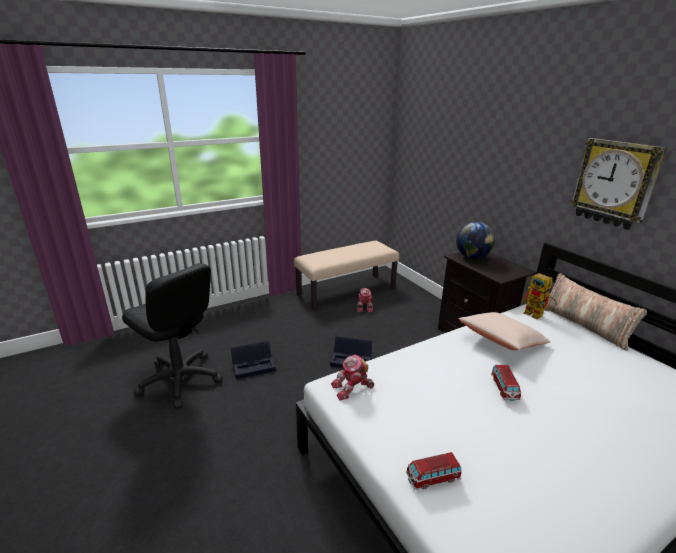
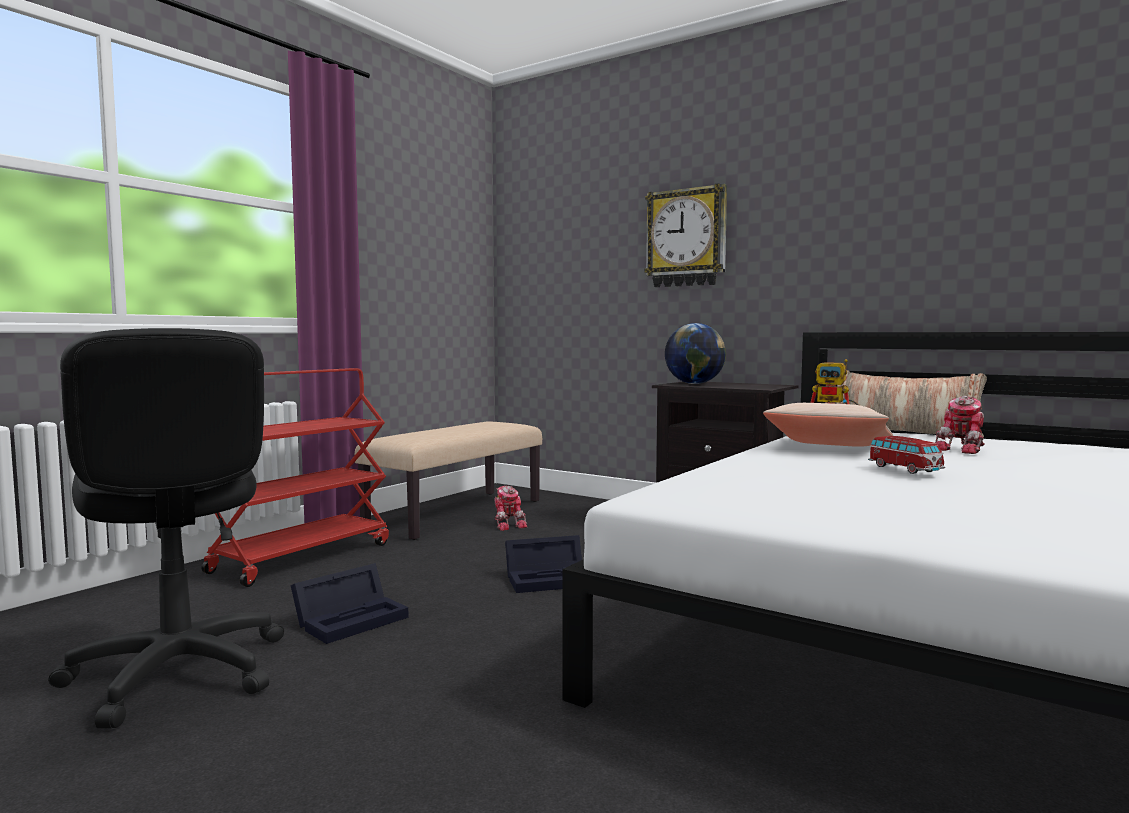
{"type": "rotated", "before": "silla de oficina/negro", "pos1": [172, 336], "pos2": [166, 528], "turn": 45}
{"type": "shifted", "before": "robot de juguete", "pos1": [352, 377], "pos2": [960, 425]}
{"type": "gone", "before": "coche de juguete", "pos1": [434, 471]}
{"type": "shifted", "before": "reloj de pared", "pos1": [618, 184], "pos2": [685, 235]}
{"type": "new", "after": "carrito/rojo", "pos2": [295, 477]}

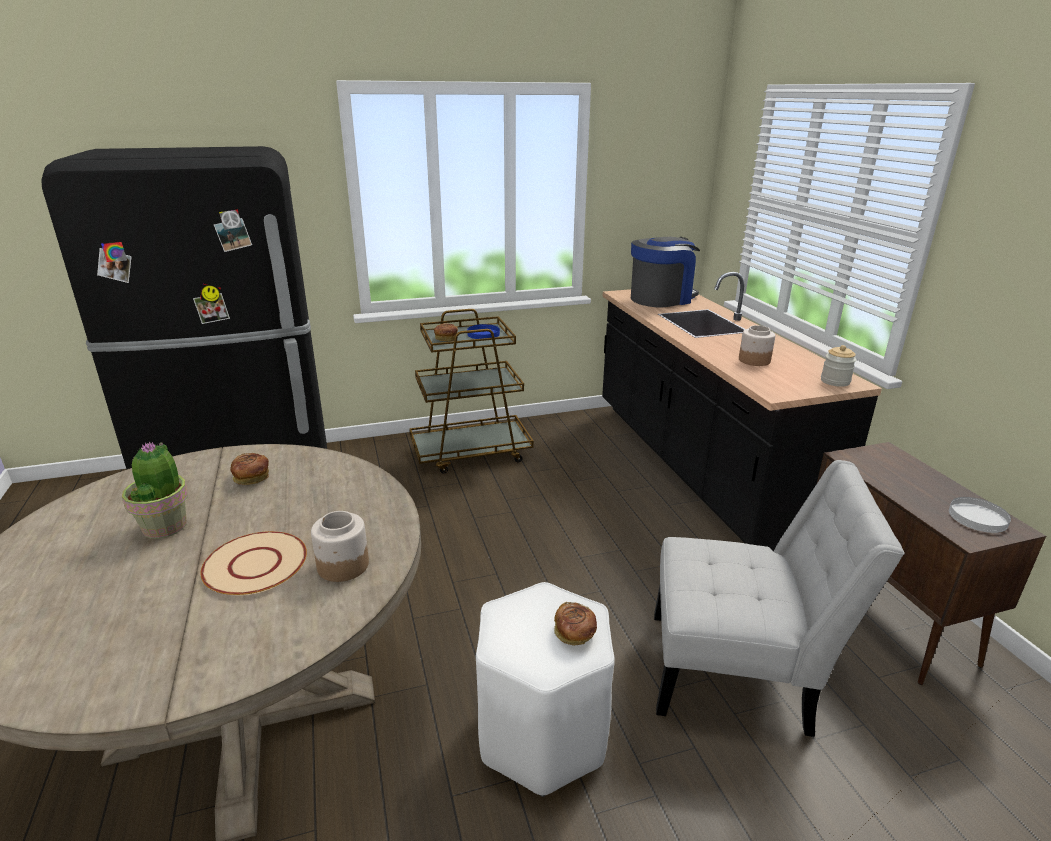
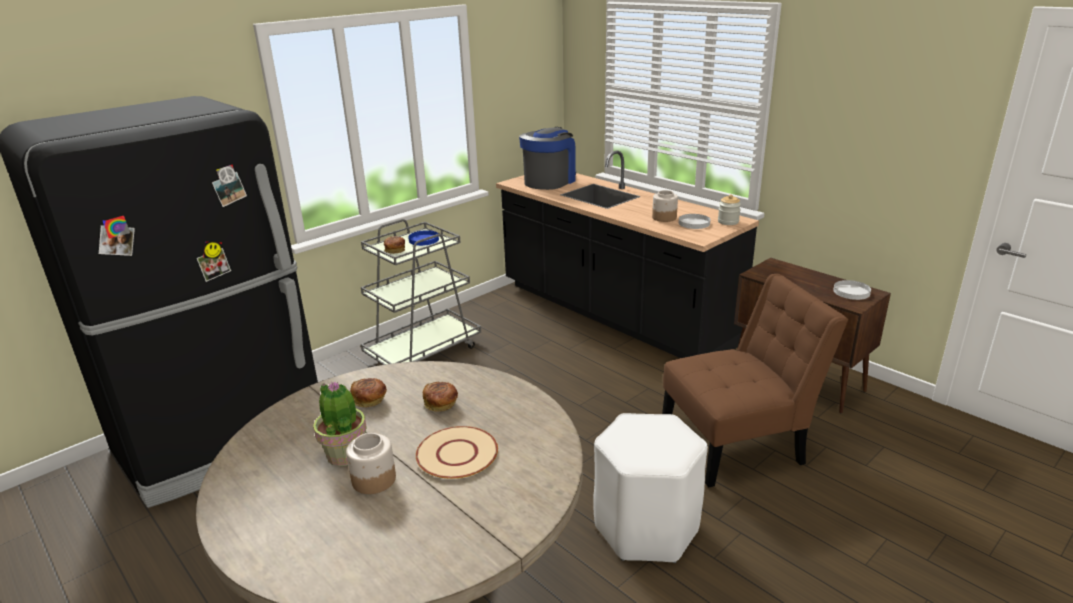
{"type": "shifted", "before": "tarro", "pos1": [340, 546], "pos2": [371, 463]}
{"type": "repainted", "before": "carrito/marrón", "after": "carrito/gris", "pos1": [471, 391], "pos2": [421, 292]}
{"type": "shifted", "before": "pan", "pos1": [575, 624], "pos2": [440, 397]}
{"type": "repainted", "before": "silla/blanco", "after": "silla/marrón", "pos1": [779, 598], "pos2": [755, 381]}
{"type": "new", "after": "plato/blanco", "pos2": [694, 221]}

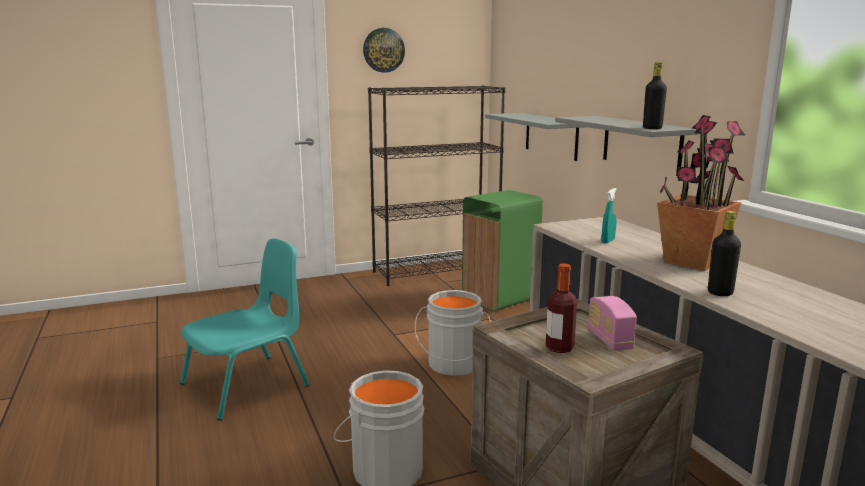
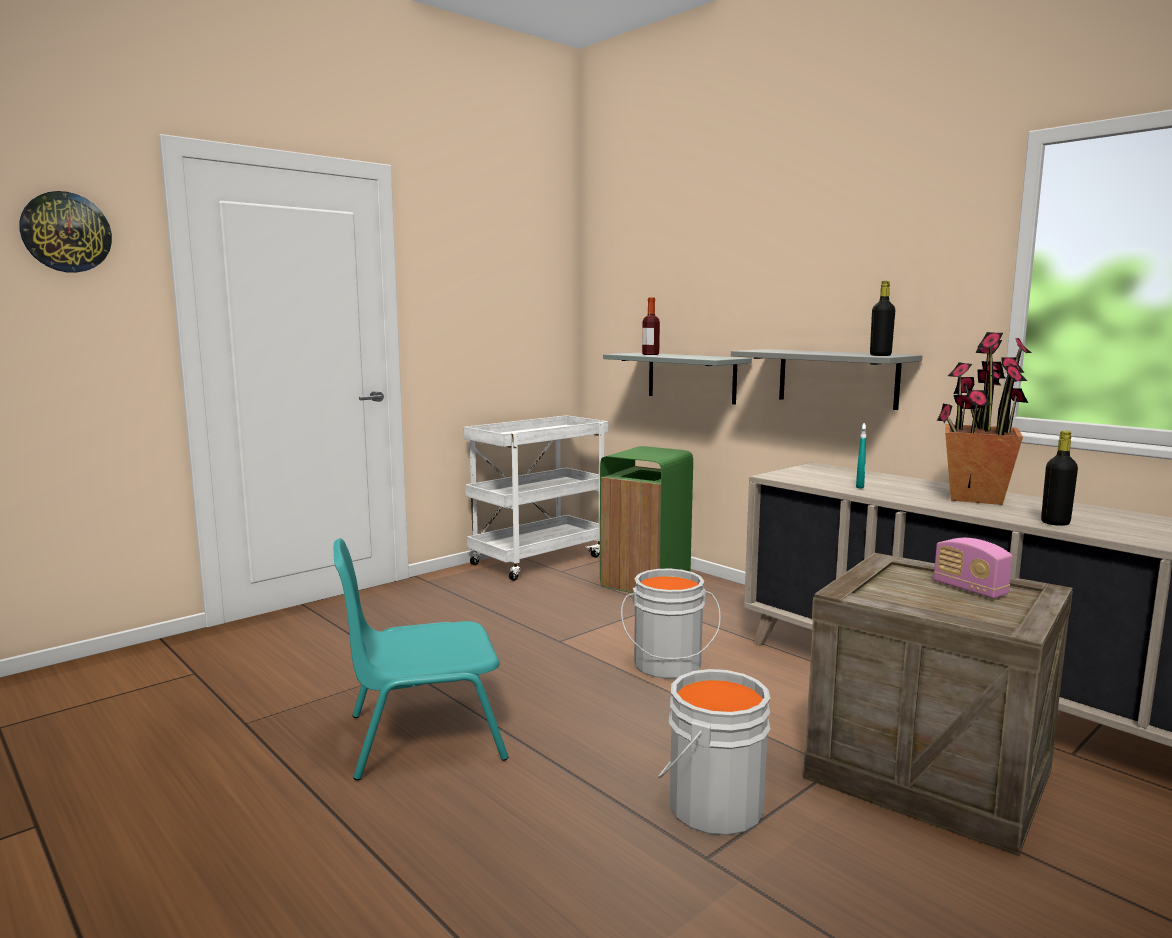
{"type": "rotated", "before": "silla/turquesa", "pos1": [245, 329], "pos2": [421, 659], "turn": -135}
{"type": "shifted", "before": "reloj de pared", "pos1": [384, 50], "pos2": [65, 232]}
{"type": "swapped", "before": "estantería/negro", "after": "carrito/blanco", "pos1": [436, 185], "pos2": [536, 498]}
{"type": "shifted", "before": "botella", "pos1": [561, 308], "pos2": [651, 326]}

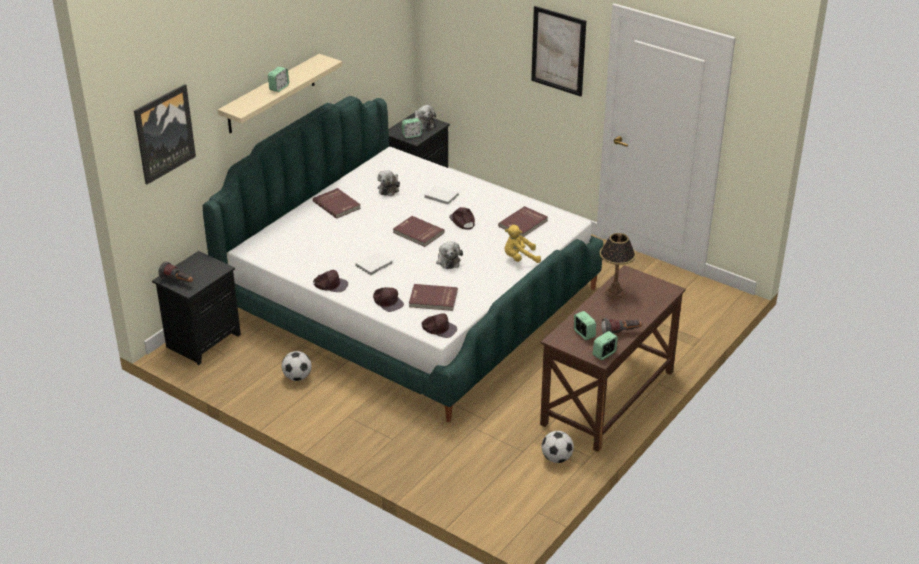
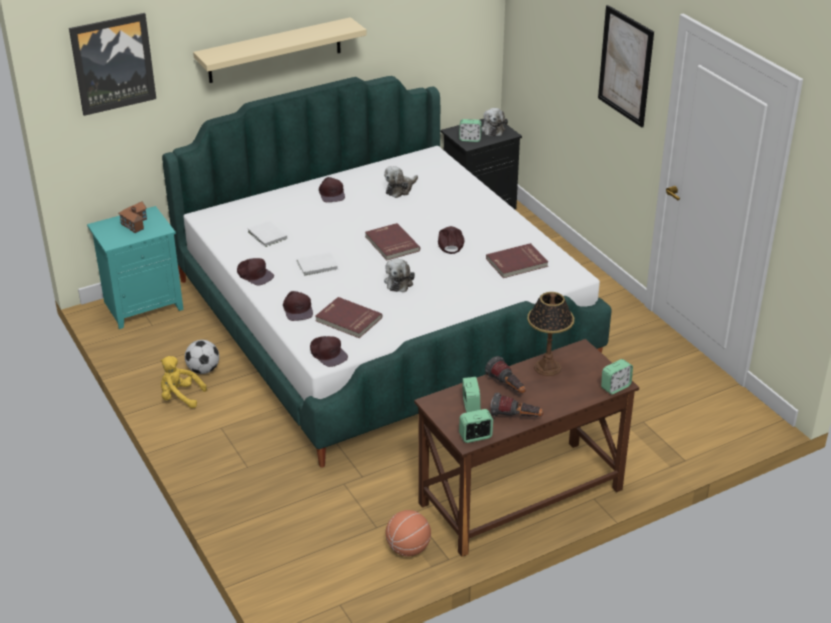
{"type": "repainted", "before": "mesita de noche/negro", "after": "mesita de noche/turquesa", "pos1": [196, 308], "pos2": [135, 267]}
{"type": "shifted", "before": "linterna", "pos1": [175, 271], "pos2": [505, 374]}
{"type": "shifted", "before": "despertador", "pos1": [278, 79], "pos2": [617, 377]}
{"type": "swapped", "before": "libro/rojo", "after": "gorra/marrón", "pos1": [337, 203], "pos2": [332, 189]}
{"type": "shifted", "before": "libro/blanco", "pos1": [441, 195], "pos2": [267, 234]}
{"type": "shifted", "before": "peluche/amarillo", "pos1": [523, 244], "pos2": [183, 382]}
{"type": "swapped", "before": "balón de fútbol", "after": "balón de baloncesto", "pos1": [557, 447], "pos2": [408, 533]}
{"type": "new", "after": "casita", "pos2": [132, 217]}

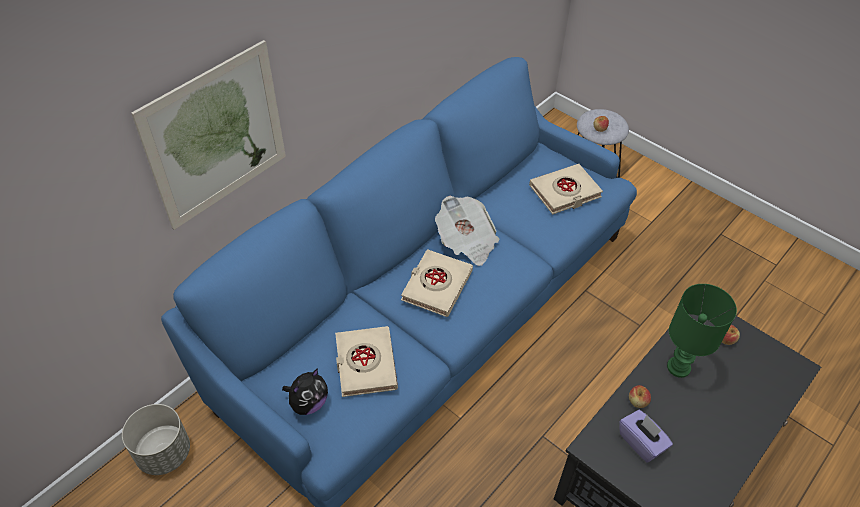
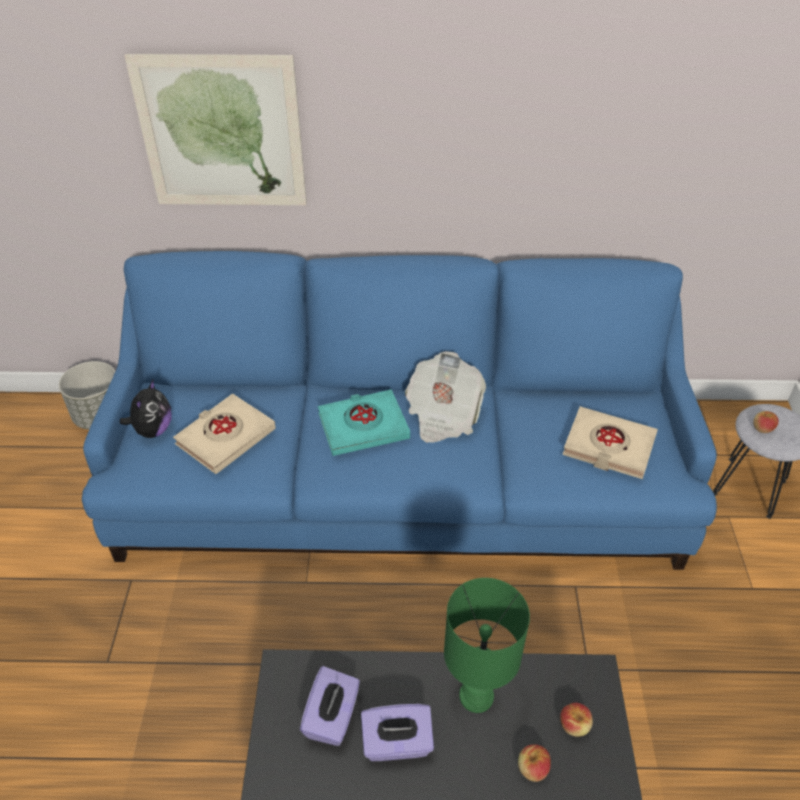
{"type": "rotated", "before": "peluche", "pos1": [305, 391], "pos2": [146, 409], "turn": -75}
{"type": "repainted", "before": "libro/beis", "after": "libro/turquesa", "pos1": [437, 283], "pos2": [364, 422]}
{"type": "shifted", "before": "manzana", "pos1": [640, 396], "pos2": [534, 763]}
{"type": "new", "after": "caja de pañuelos/morado", "pos2": [397, 732]}

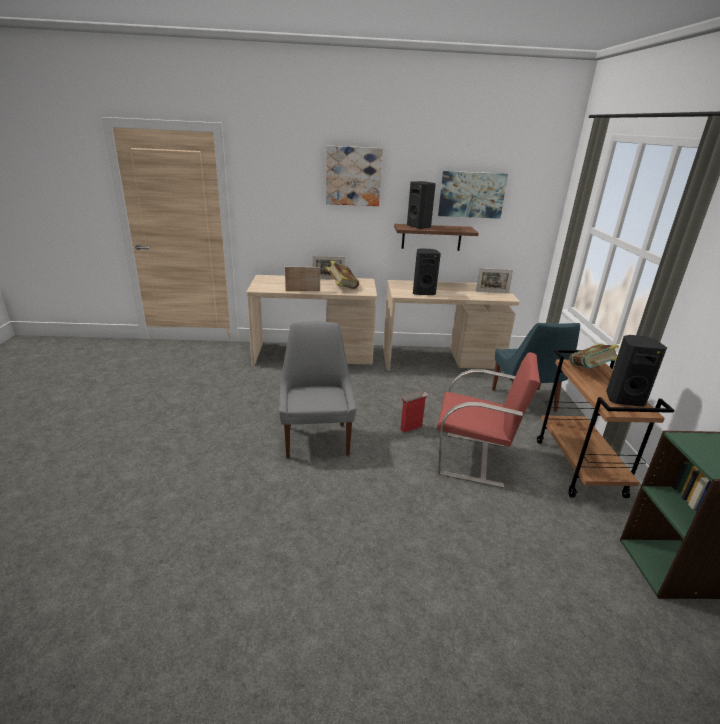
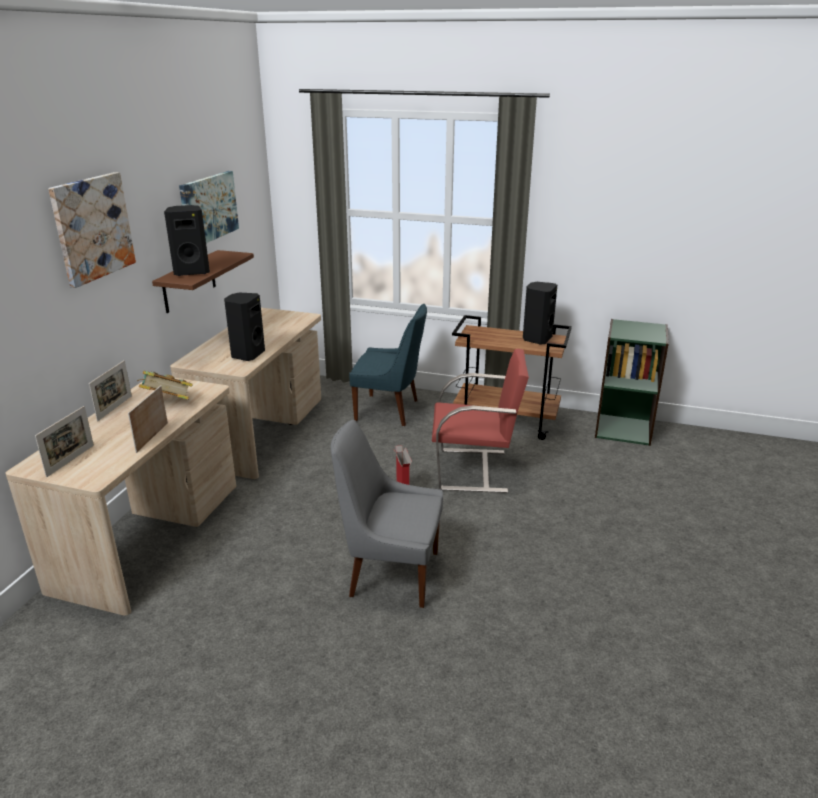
{"type": "rotated", "before": "silla/rojo", "pos1": [488, 420], "pos2": [480, 421], "turn": 60}
{"type": "shifted", "before": "portarretratos", "pos1": [494, 280], "pos2": [64, 441]}
{"type": "gone", "before": "libro", "pos1": [594, 355]}

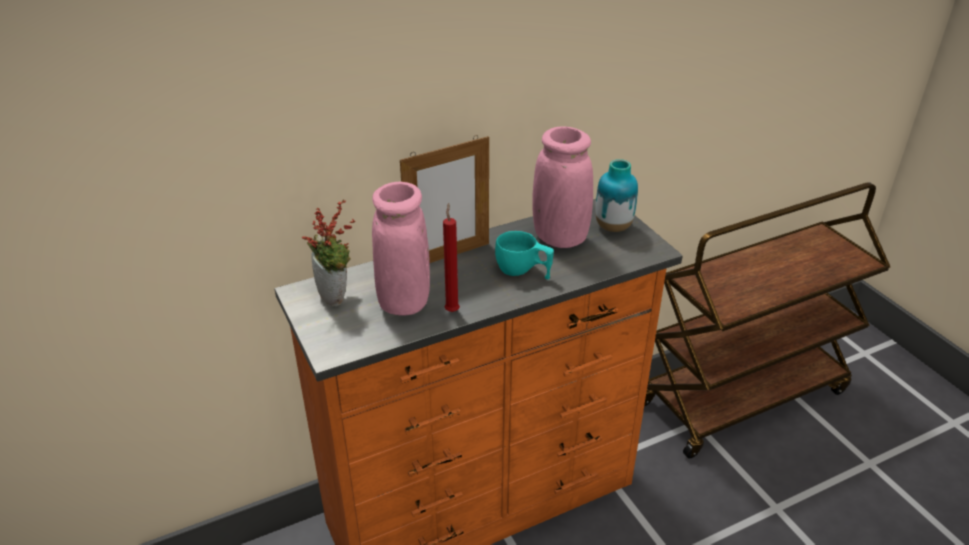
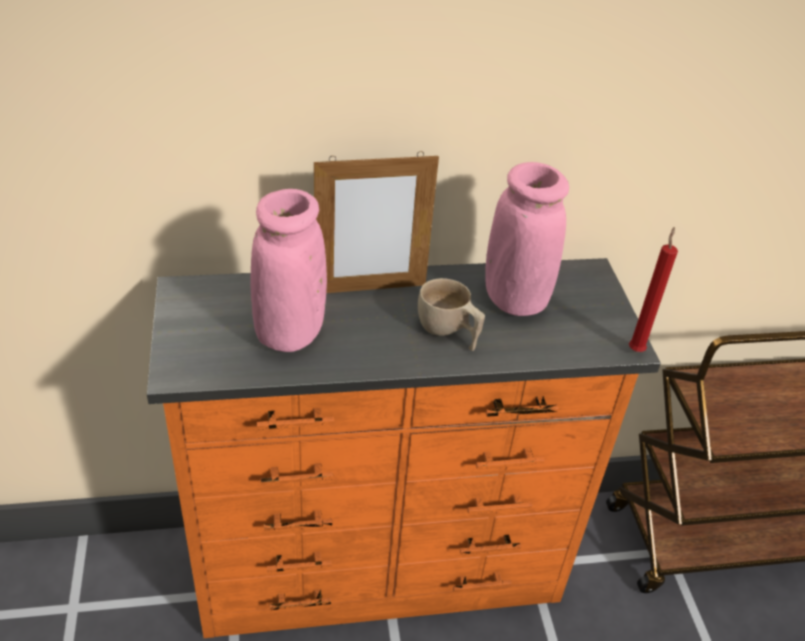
{"type": "gone", "before": "planta en maceta", "pos1": [329, 252]}
{"type": "shifted", "before": "vela/rojo", "pos1": [451, 257], "pos2": [653, 289]}
{"type": "repainted", "before": "taza/turquesa", "after": "taza/beis", "pos1": [524, 255], "pos2": [451, 314]}
{"type": "gone", "before": "florero", "pos1": [616, 195]}

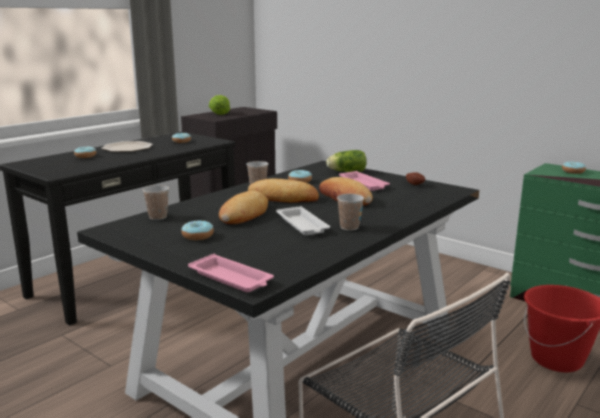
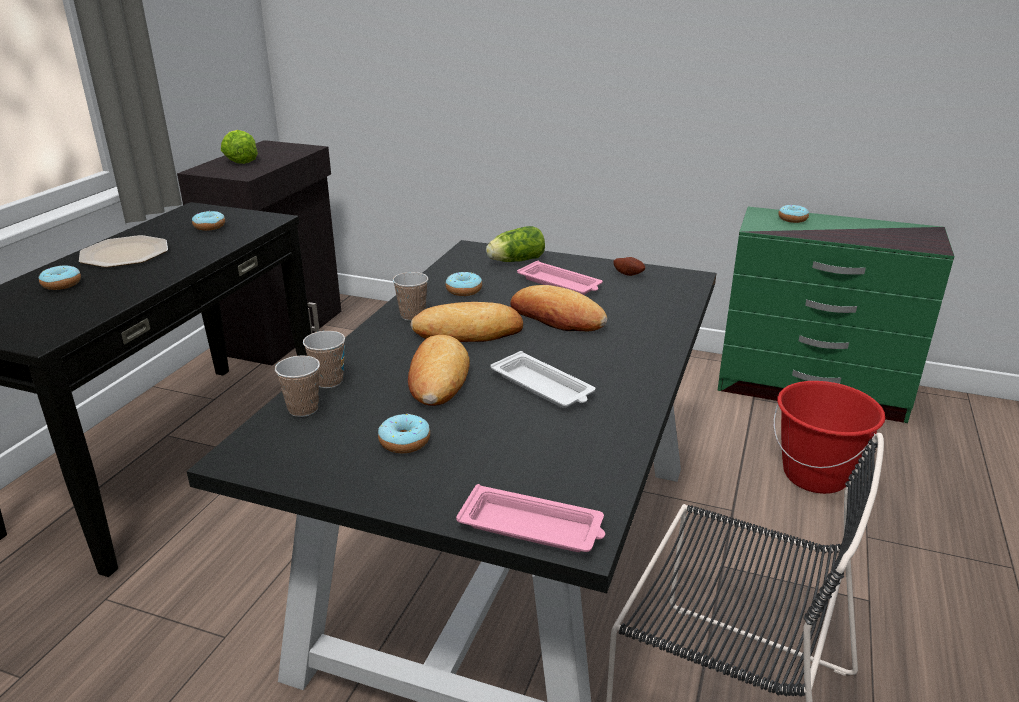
{"type": "shifted", "before": "taza", "pos1": [350, 212], "pos2": [324, 359]}

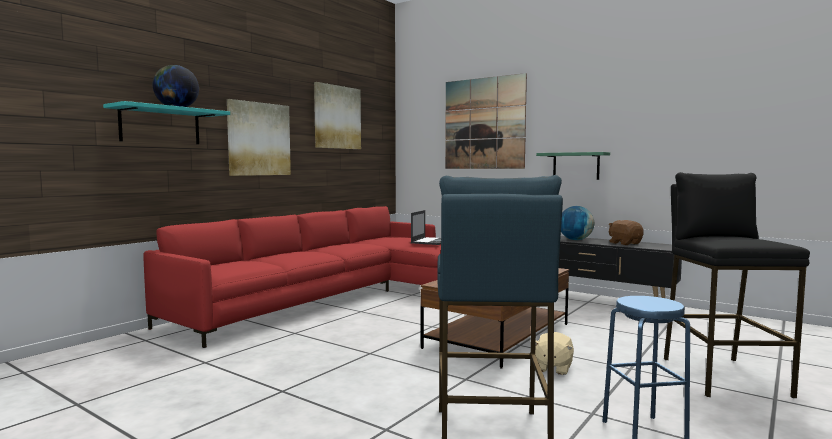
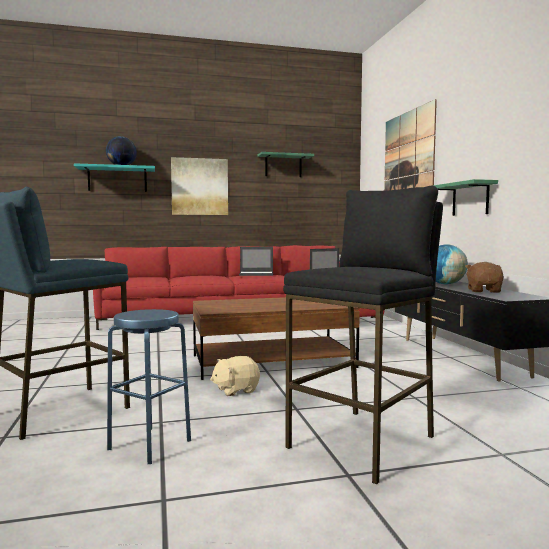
{"type": "swapped", "before": "cuadro", "after": "estante/verde", "pos1": [337, 115], "pos2": [286, 164]}
{"type": "new", "after": "portátil", "pos2": [256, 261]}

